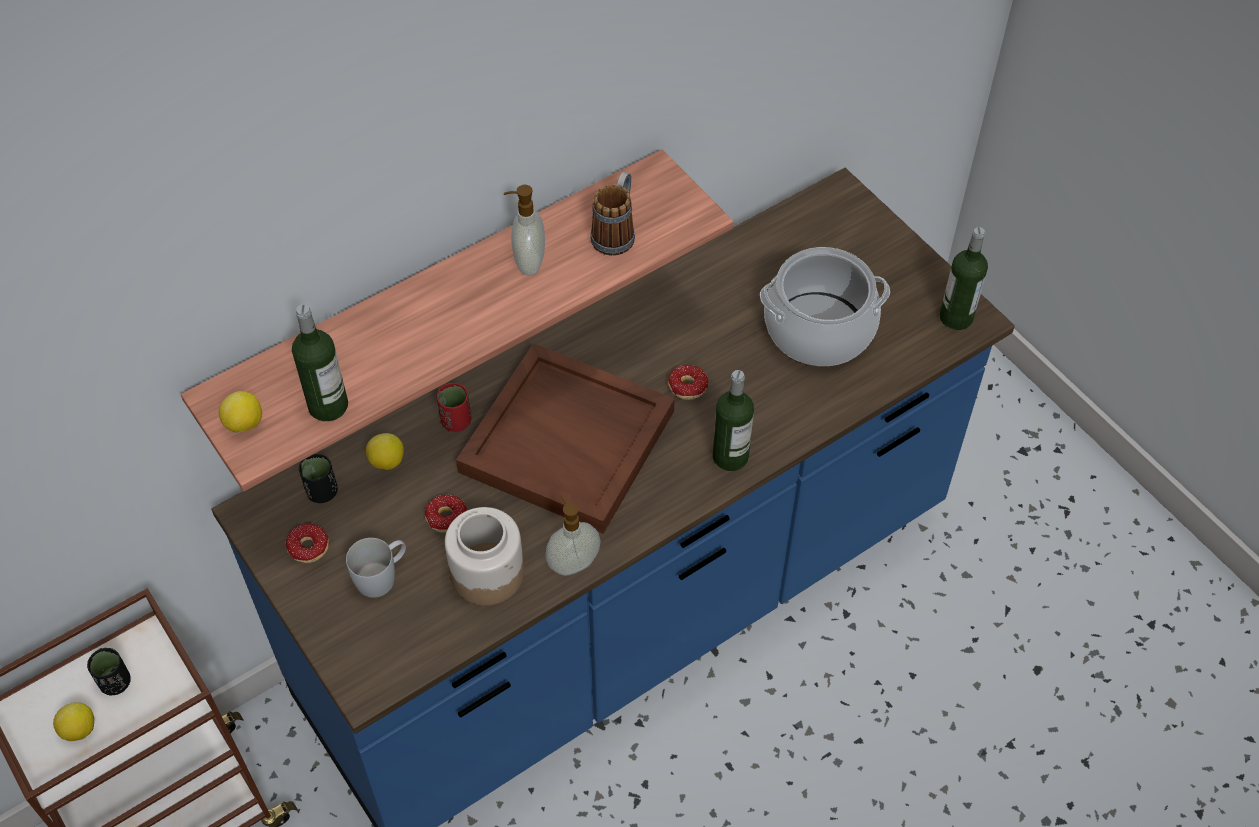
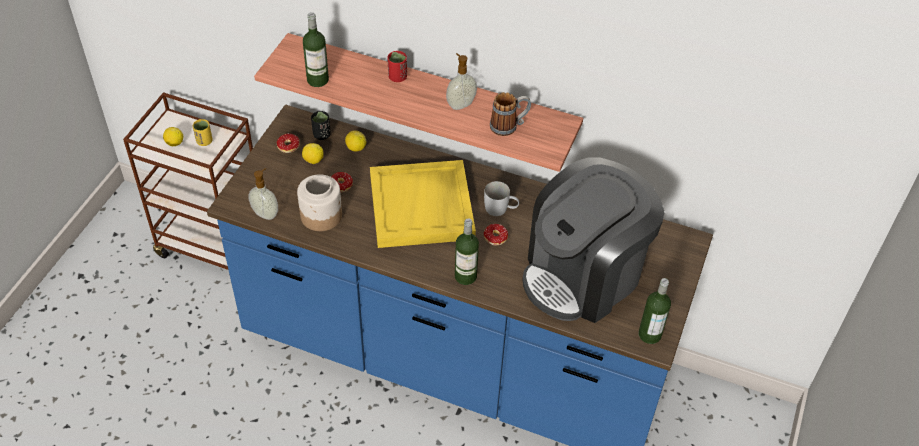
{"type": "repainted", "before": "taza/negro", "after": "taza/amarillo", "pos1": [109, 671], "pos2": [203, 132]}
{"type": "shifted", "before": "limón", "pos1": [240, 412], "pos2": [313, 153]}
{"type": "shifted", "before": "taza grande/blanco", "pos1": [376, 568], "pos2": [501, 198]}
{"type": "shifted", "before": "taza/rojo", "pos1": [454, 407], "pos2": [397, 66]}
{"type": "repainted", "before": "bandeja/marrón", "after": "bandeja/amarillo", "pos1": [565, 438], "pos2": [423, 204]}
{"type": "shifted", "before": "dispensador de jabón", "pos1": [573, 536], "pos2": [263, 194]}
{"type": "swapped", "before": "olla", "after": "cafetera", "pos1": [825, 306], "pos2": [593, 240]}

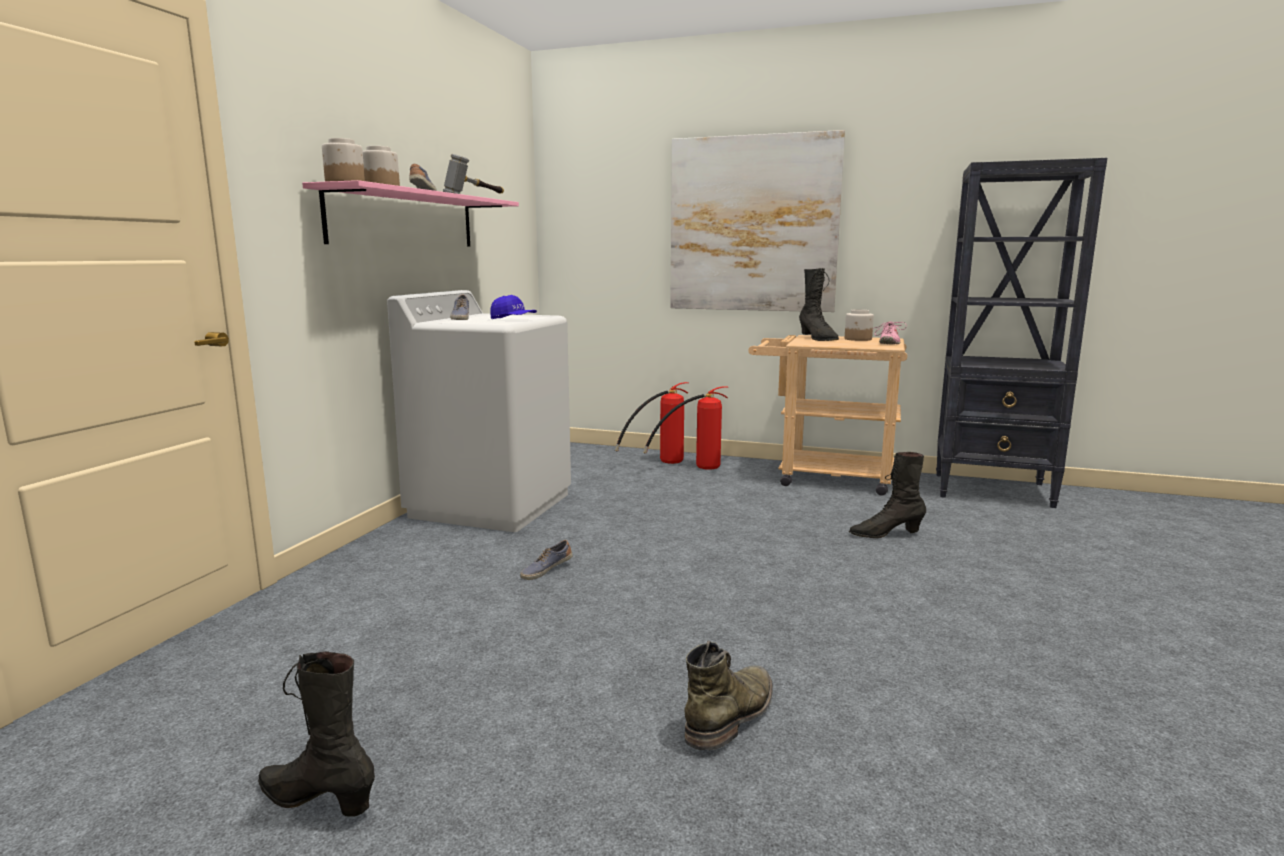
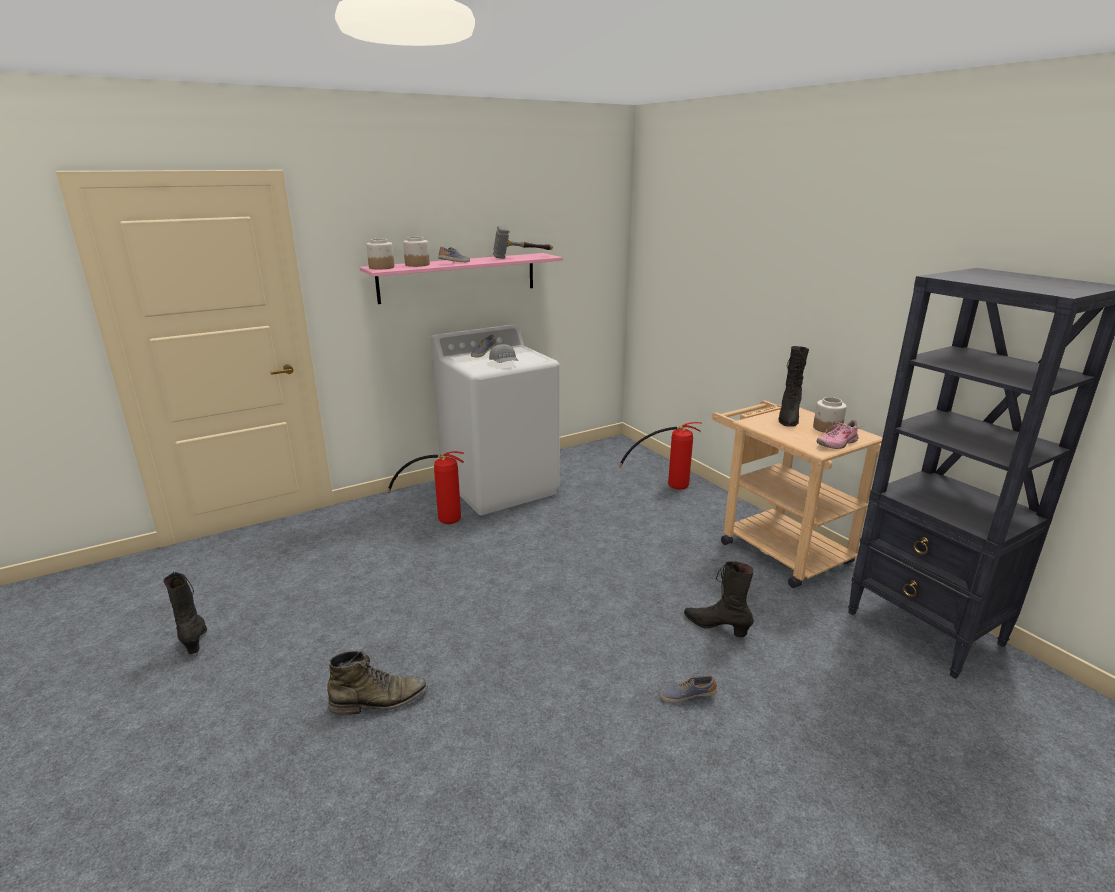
{"type": "repainted", "before": "gorra/azul", "after": "gorra/gris", "pos1": [513, 307], "pos2": [503, 353]}
{"type": "shifted", "before": "zapato", "pos1": [546, 560], "pos2": [688, 689]}
{"type": "shifted", "before": "extintor", "pos1": [686, 428], "pos2": [425, 487]}
{"type": "gone", "before": "cuadro", "pos1": [757, 221]}

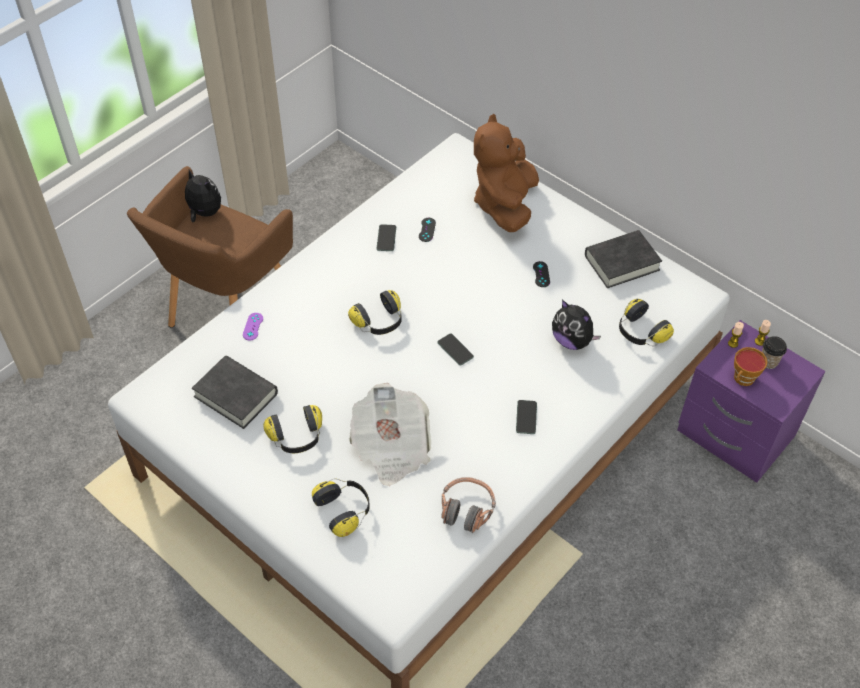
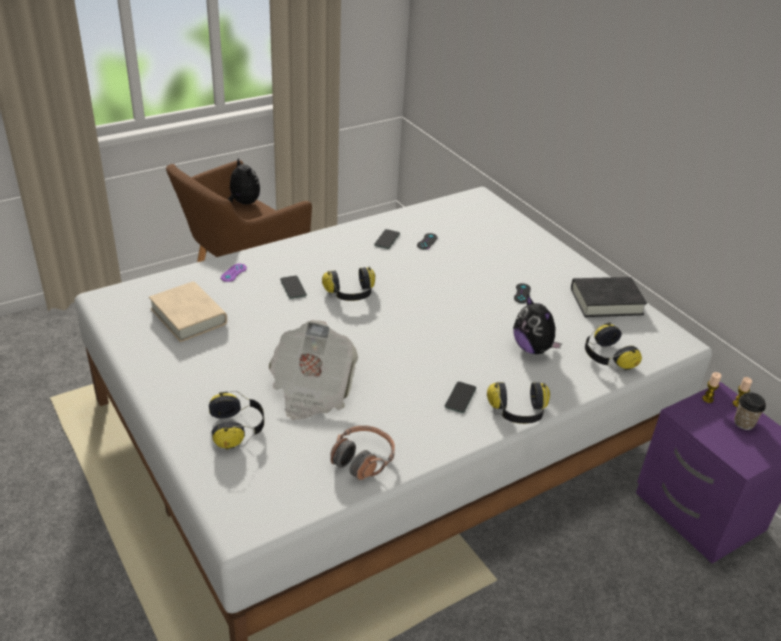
{"type": "repainted", "before": "libro/negro", "after": "libro/beis", "pos1": [235, 392], "pos2": [188, 312]}
{"type": "shifted", "before": "auriculares", "pos1": [292, 429], "pos2": [518, 403]}
{"type": "shifted", "before": "móvil", "pos1": [455, 349], "pos2": [293, 287]}
{"type": "gone", "before": "peluche/marrón", "pos1": [506, 173]}
{"type": "gone", "before": "taza", "pos1": [750, 366]}

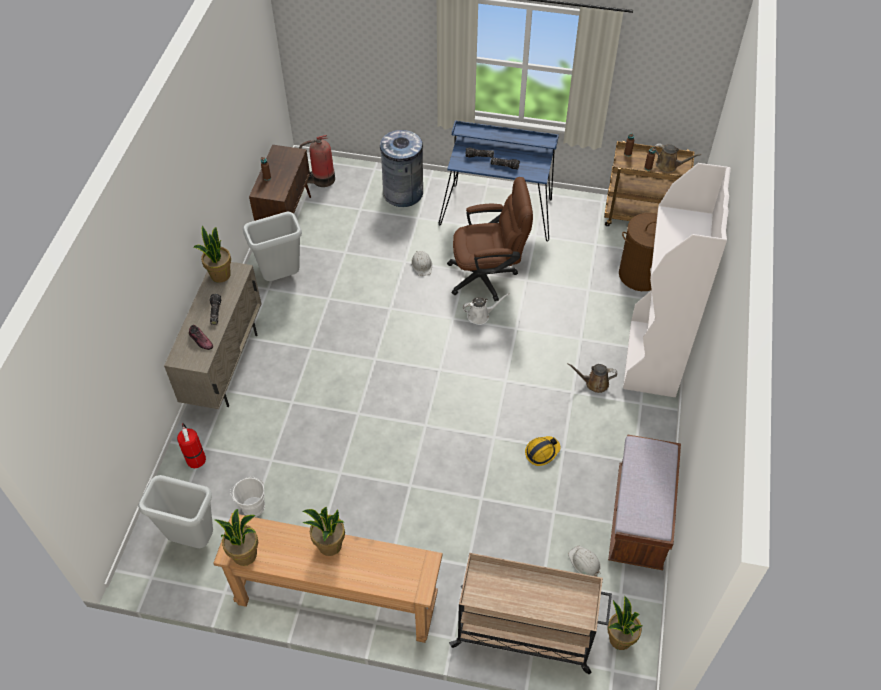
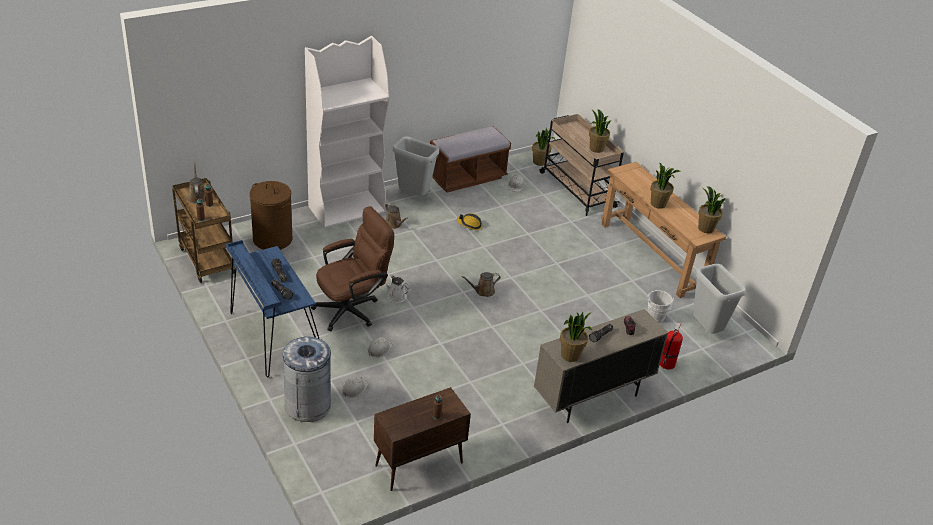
{"type": "shifted", "before": "papelera/gris", "pos1": [272, 246], "pos2": [416, 166]}
{"type": "gone", "before": "extintor", "pos1": [317, 161]}
{"type": "rotated", "before": "silla de oficina/marrón", "pos1": [490, 239], "pos2": [352, 268], "turn": 105}
{"type": "new", "after": "casco/blanco", "pos2": [354, 387]}
{"type": "new", "after": "regadera/marrón", "pos2": [480, 284]}
{"type": "new", "after": "planta en maceta", "pos2": [600, 131]}

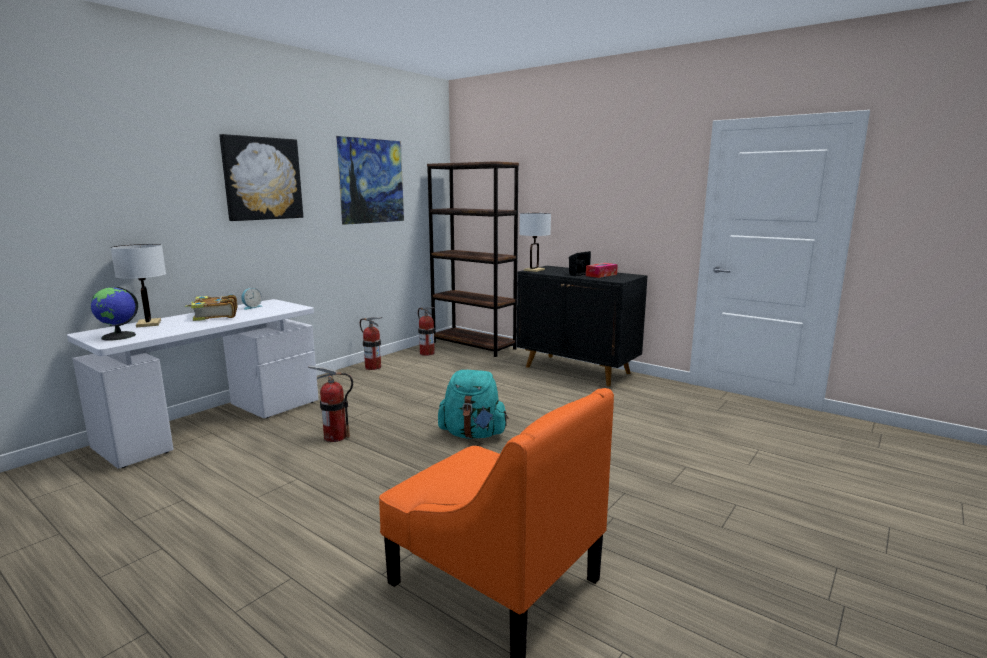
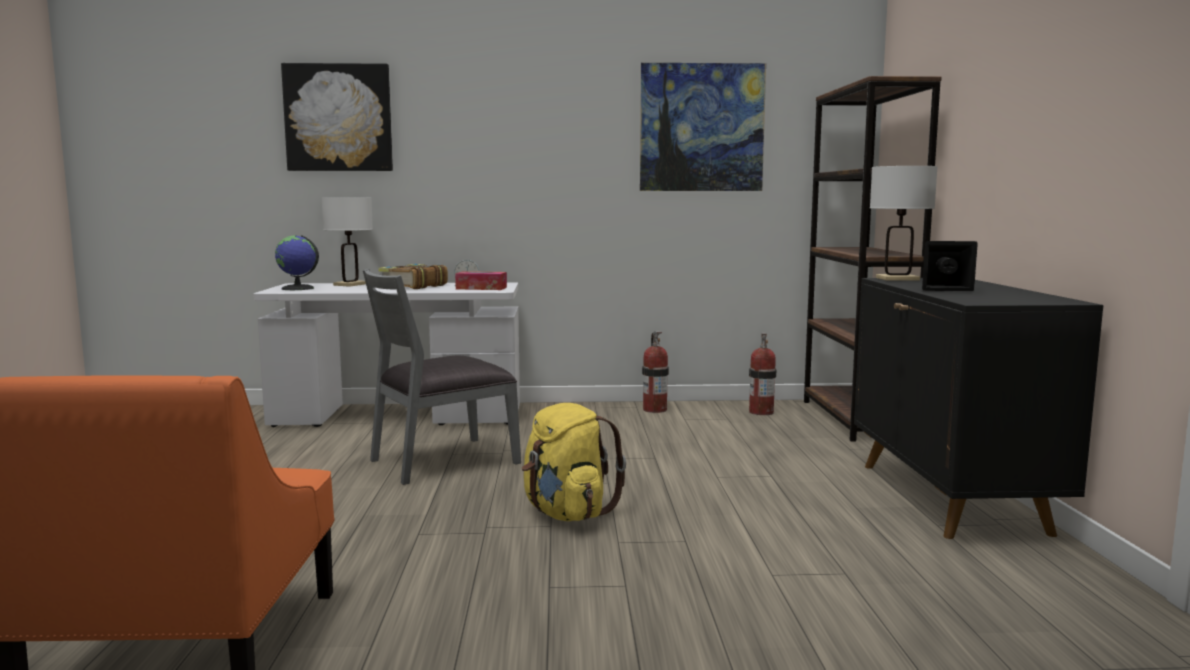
{"type": "shifted", "before": "cuadro", "pos1": [261, 177], "pos2": [337, 117]}
{"type": "swapped", "before": "extintor", "after": "silla/gris", "pos1": [330, 404], "pos2": [442, 377]}
{"type": "repainted", "before": "mochila/turquesa", "after": "mochila/amarillo", "pos1": [473, 404], "pos2": [574, 462]}
{"type": "shifted", "before": "caja de pañuelos", "pos1": [602, 270], "pos2": [481, 280]}

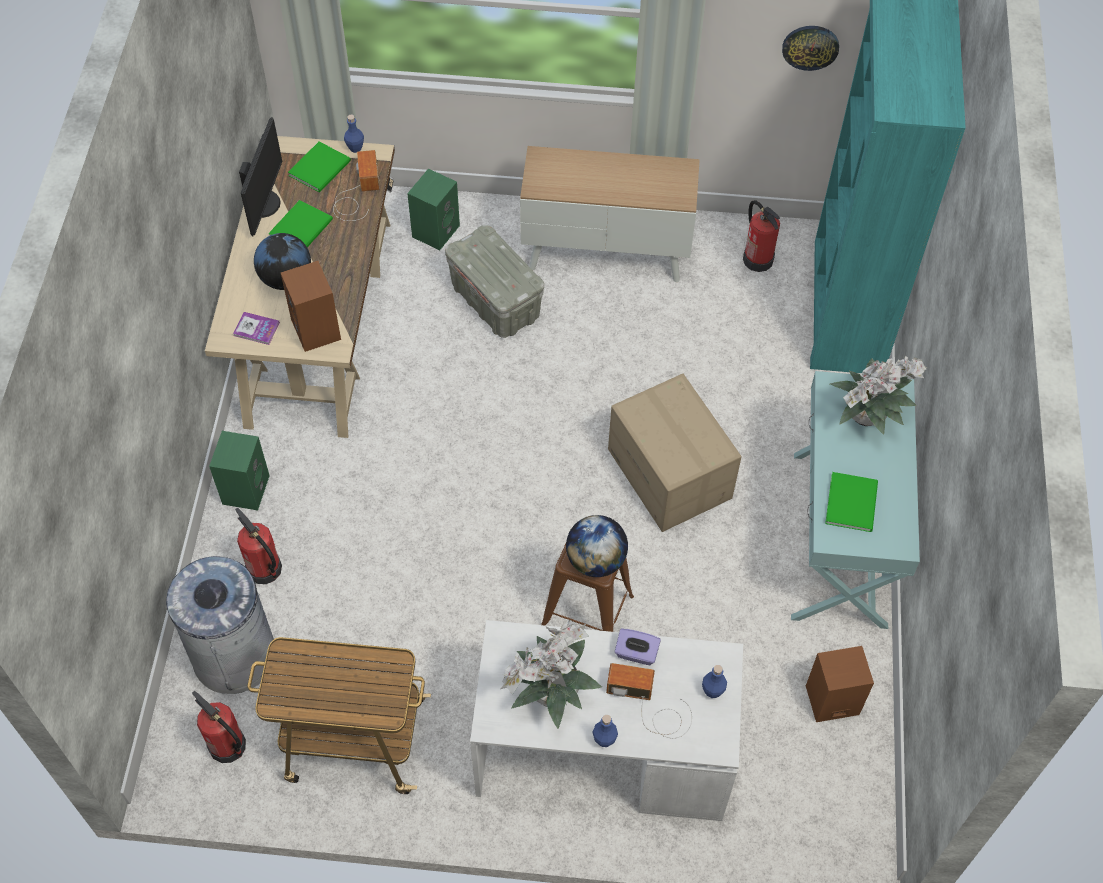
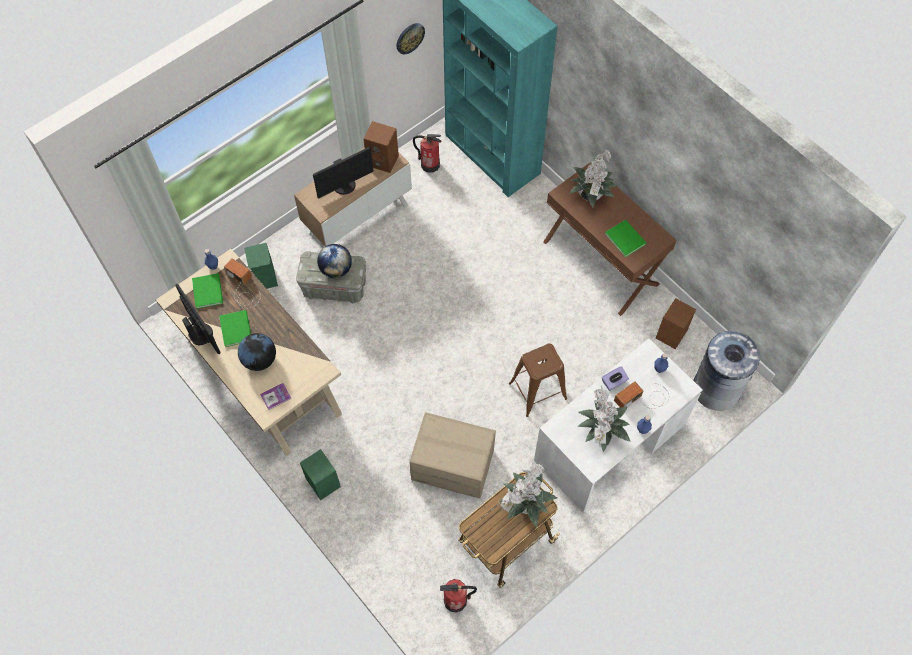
{"type": "shifted", "before": "papelera/gris", "pos1": [221, 625], "pos2": [727, 371]}
{"type": "gone", "before": "extintor", "pos1": [258, 545]}
{"type": "shifted", "before": "altavoz/marrón", "pos1": [311, 306], "pos2": [381, 147]}
{"type": "shifted", "before": "globo terráqueo", "pos1": [597, 546], "pos2": [334, 261]}
{"type": "shifted", "before": "caja de cartón", "pos1": [675, 453], "pos2": [452, 455]}
{"type": "repainted", "before": "mesa consola/turquesa", "after": "mesa consola/marrón", "pos1": [855, 500], "pos2": [610, 239]}
{"type": "new", "after": "monitor", "pos2": [343, 172]}
{"type": "new", "after": "planta en maceta", "pos2": [528, 495]}

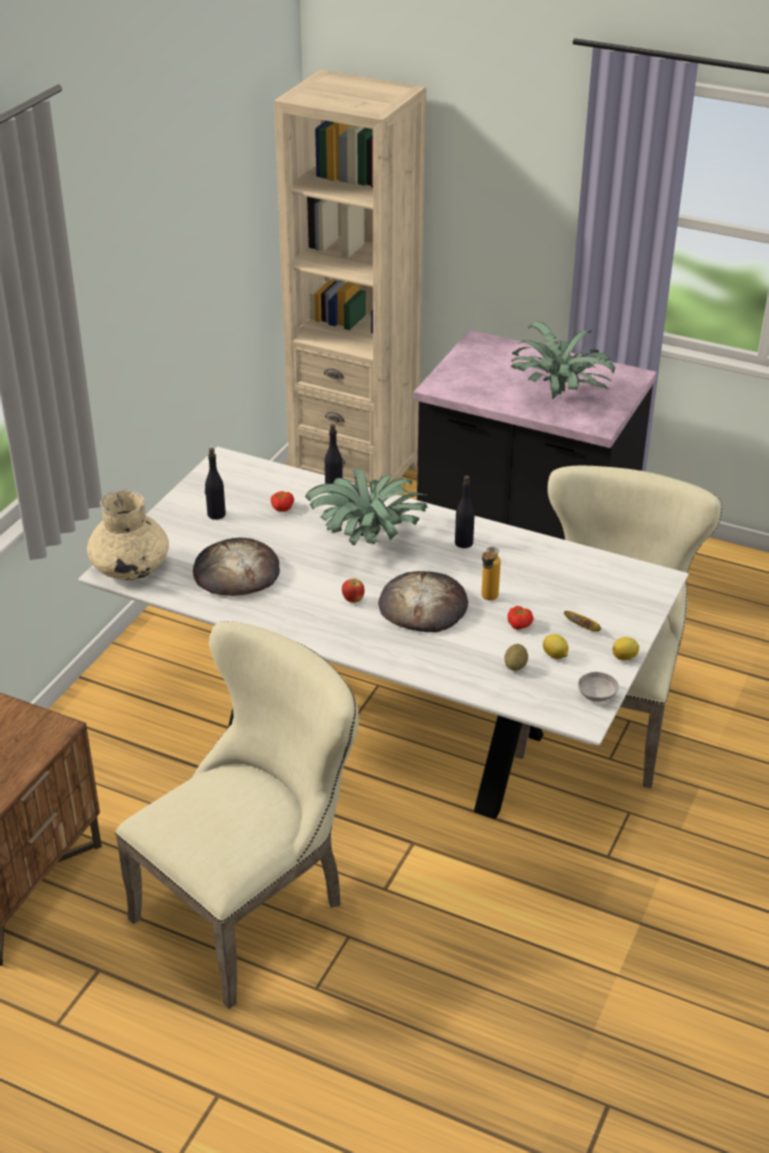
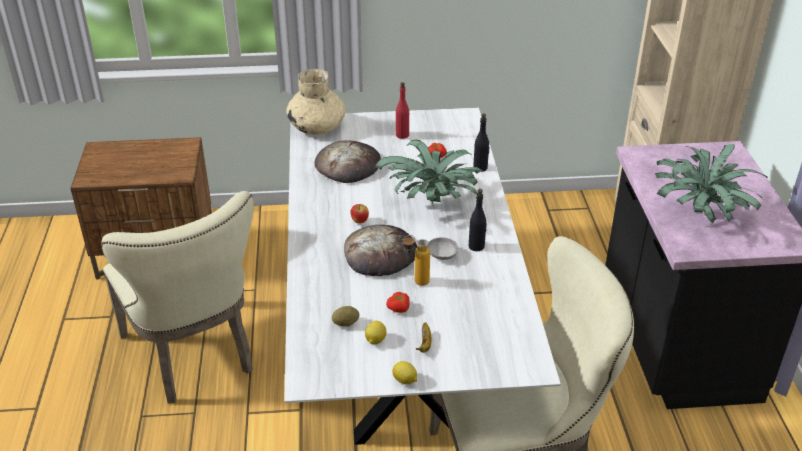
{"type": "rotated", "before": "silla/beis", "pos1": [237, 815], "pos2": [177, 297], "turn": 45}
{"type": "repainted", "before": "botella/negro", "after": "botella/rojo", "pos1": [215, 484], "pos2": [402, 110]}
{"type": "shifted", "before": "cuenco/gris", "pos1": [598, 687], "pos2": [443, 248]}

